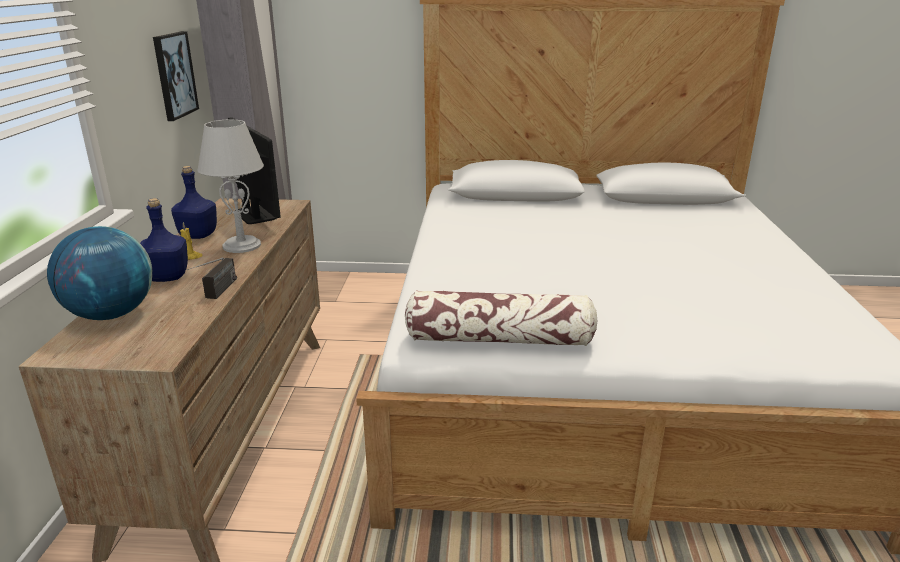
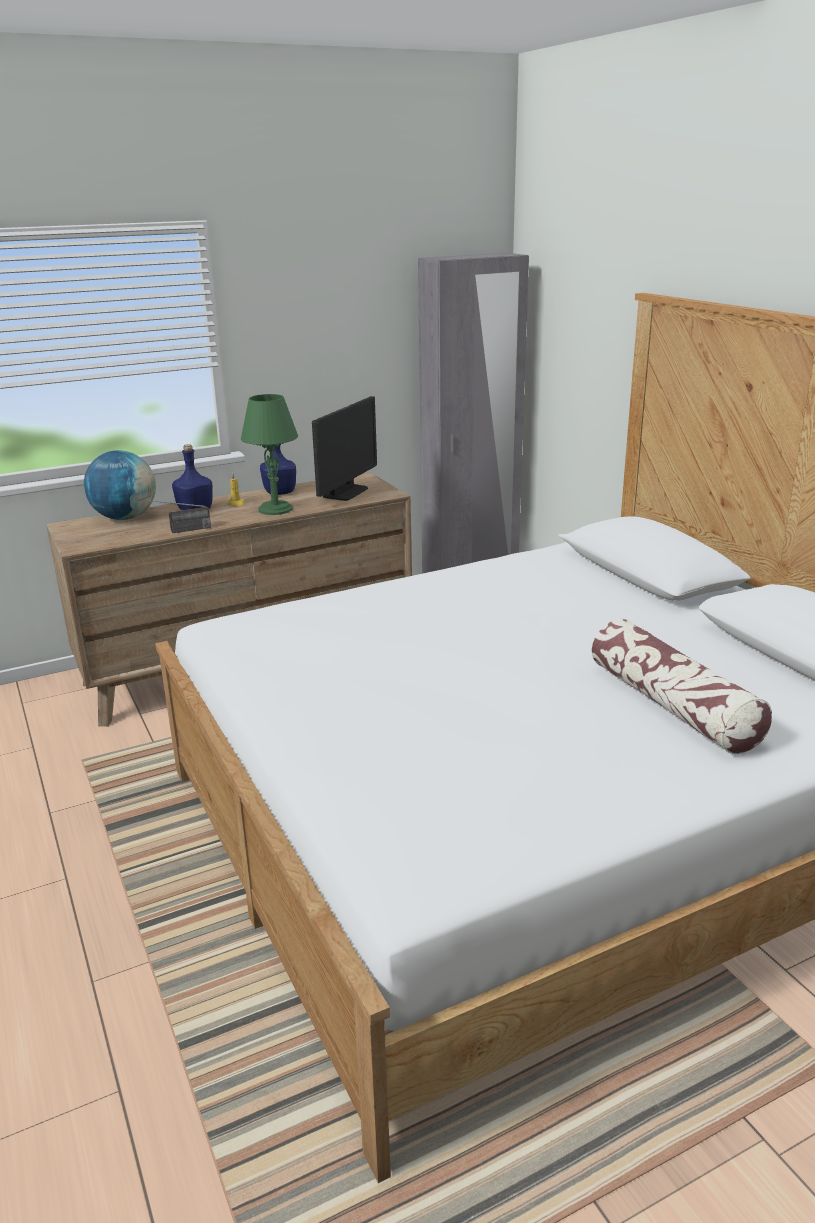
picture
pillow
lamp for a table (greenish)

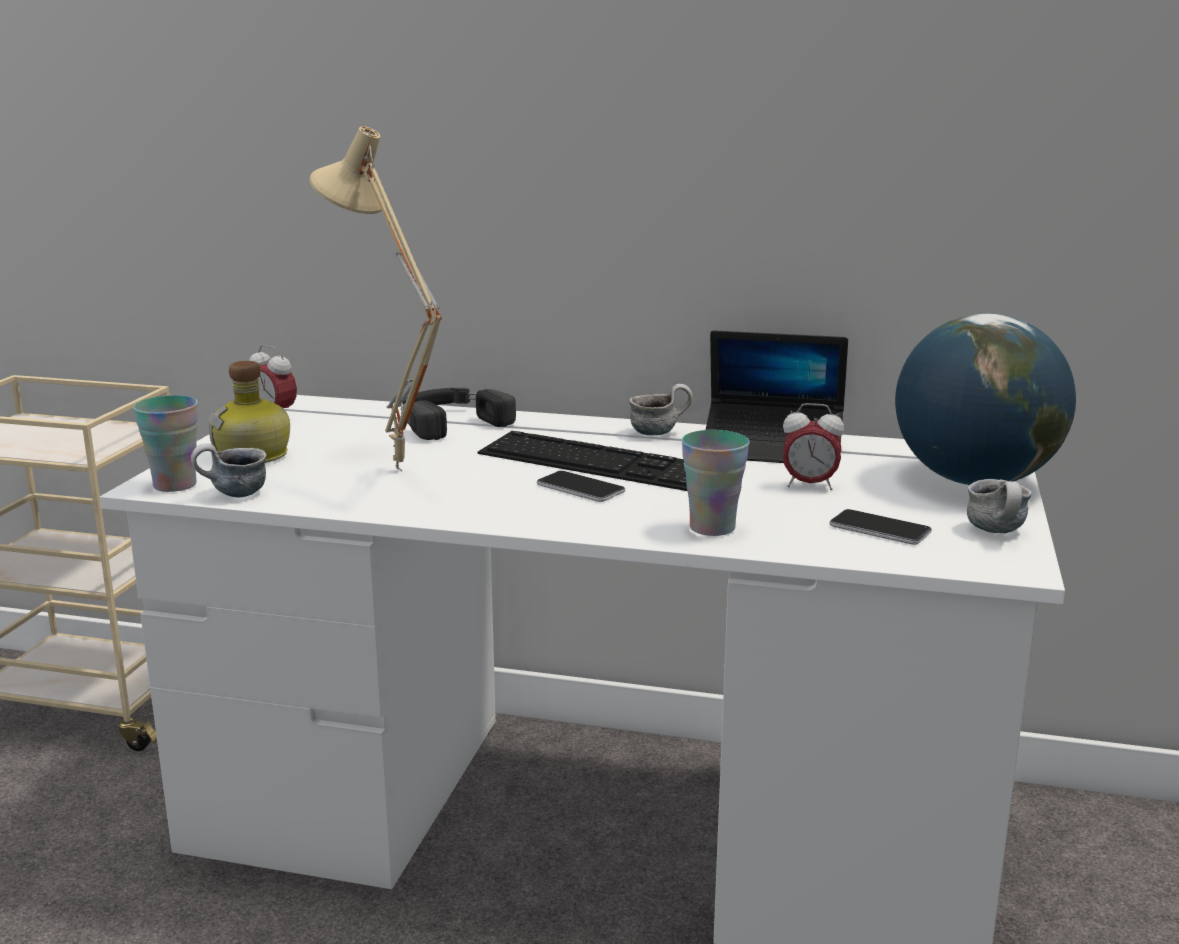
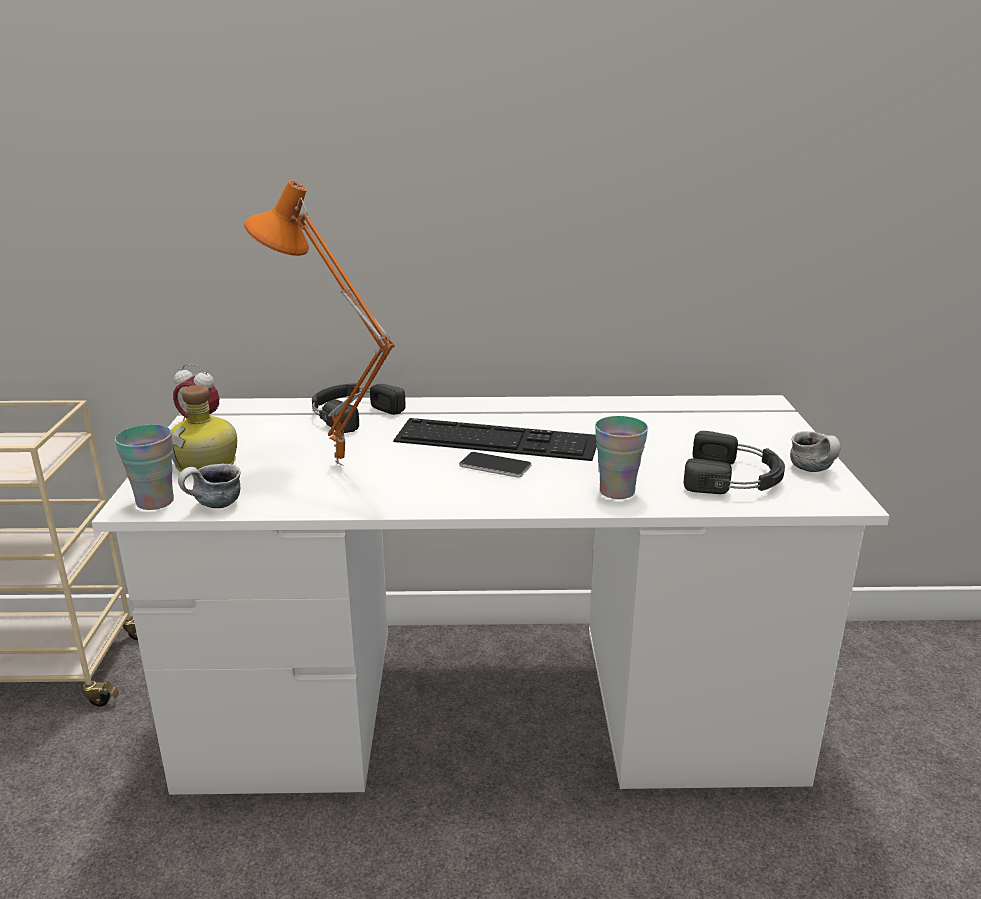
mug (2nd from left in the first image)
notebook computer
bedside clock (2nd from left in the first image)
desk globe
pair of headphones (black-coloured) (2nd from left)
lamp for a table (orange)

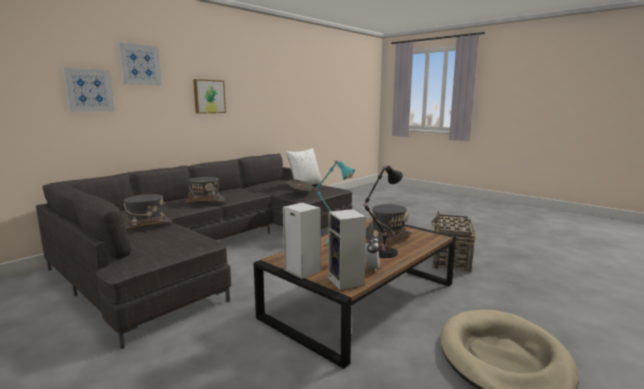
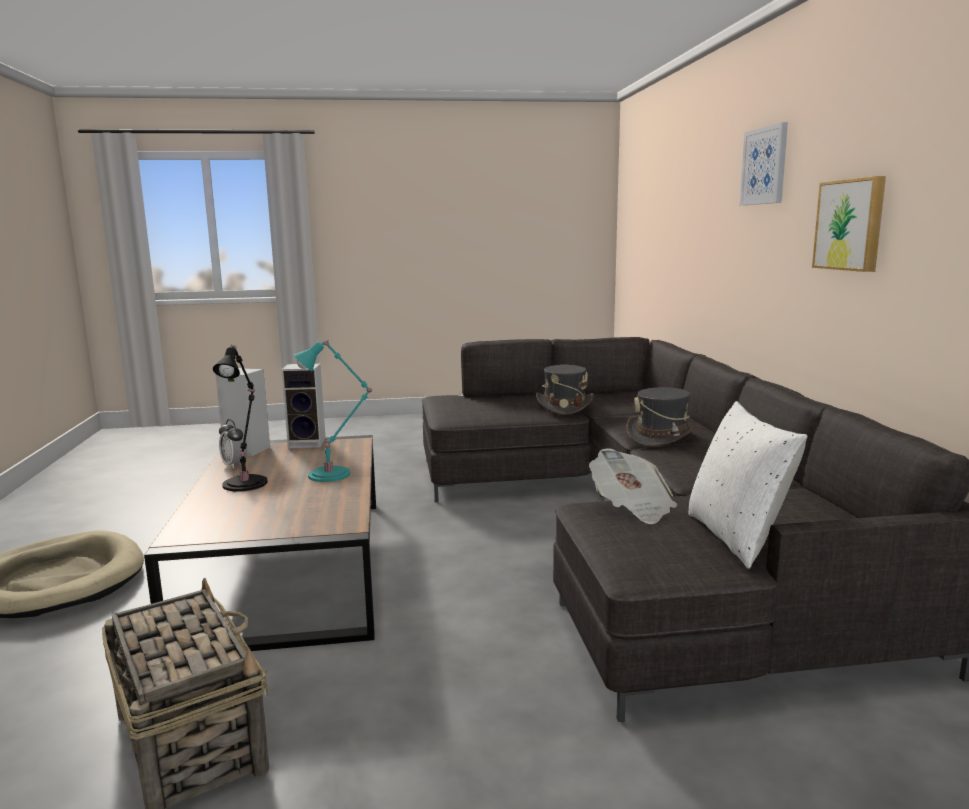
picture (1st from left in the first image)
clothing hat (greyish) (3rd from left in the first image)

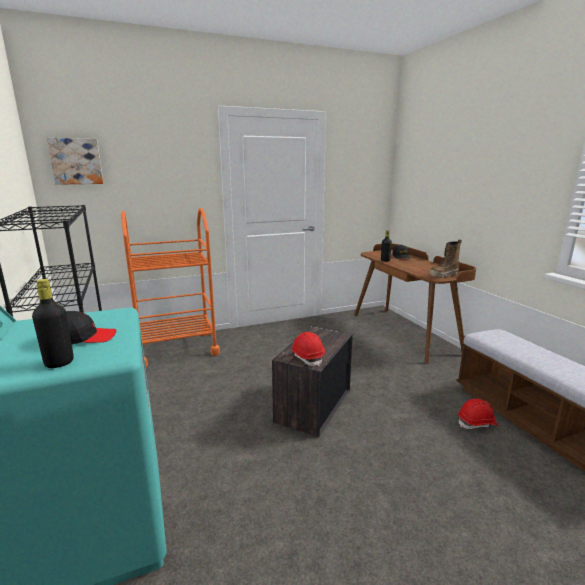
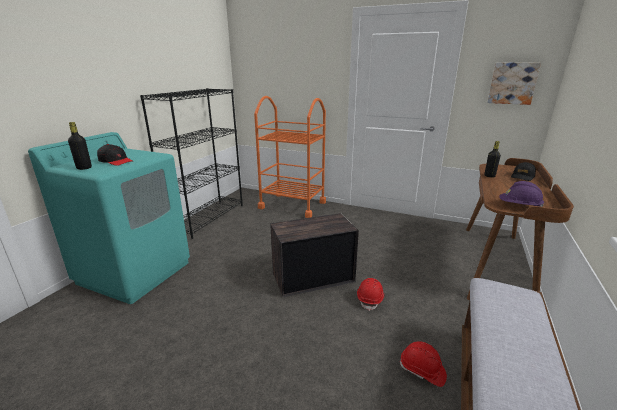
picture
work helmet (red) (1st from left)
work helmet (purplish)

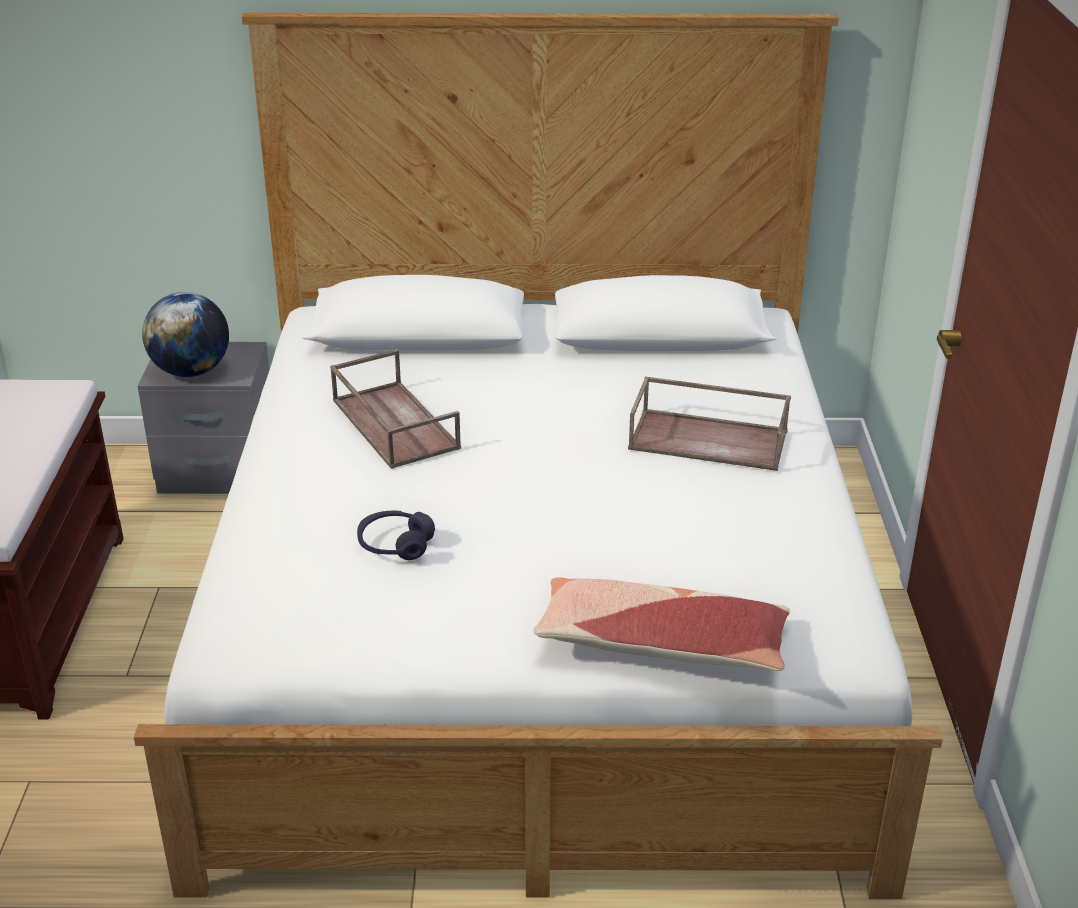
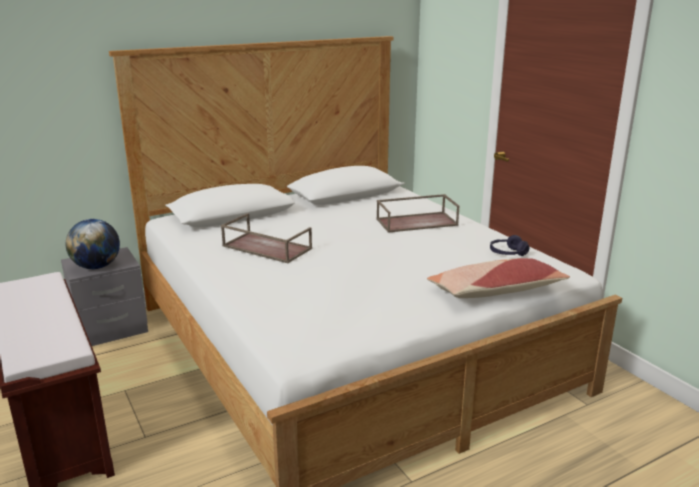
pair of headphones (purplish)

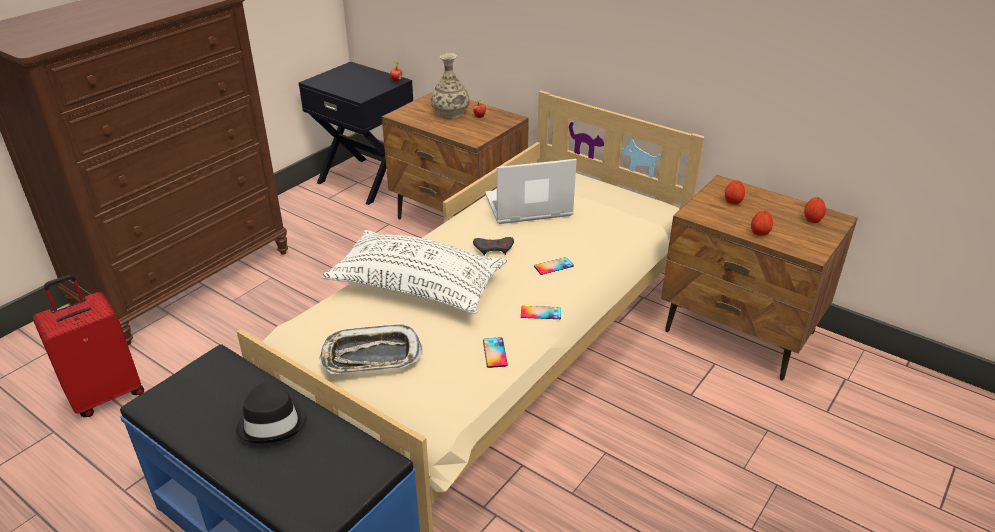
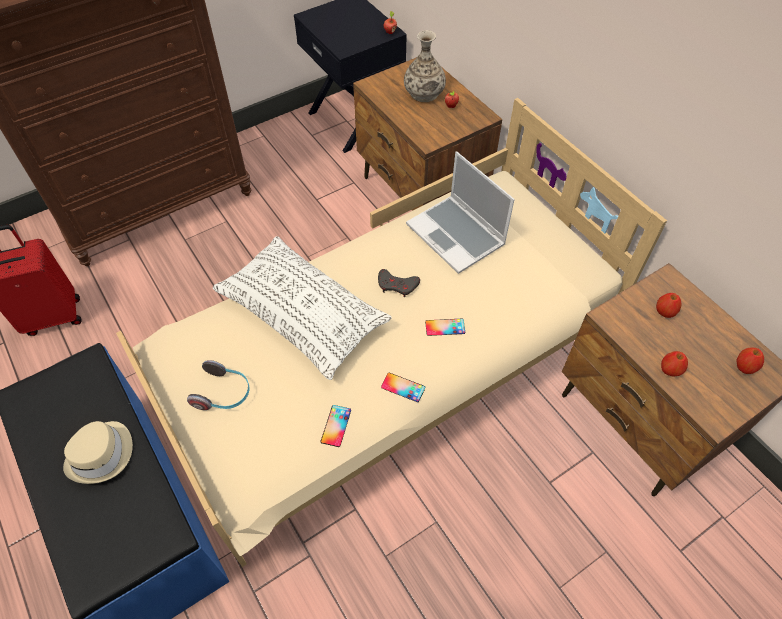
pair of headphones
clothing hat (sand-coloured)
notebook computer

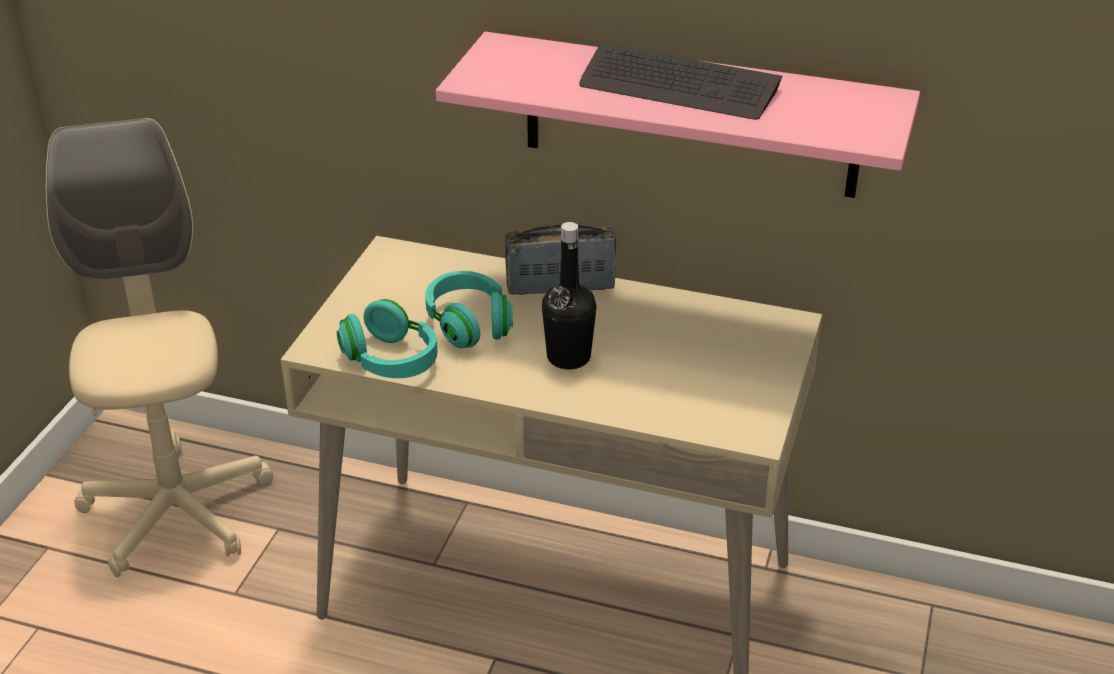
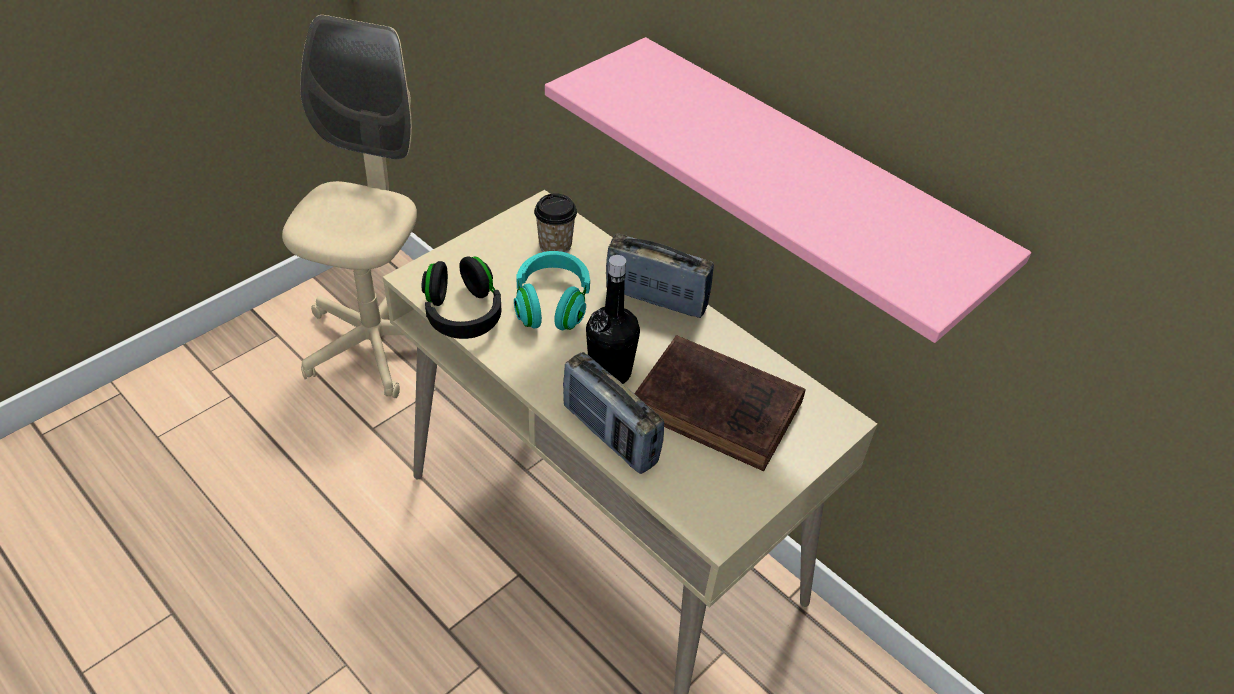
keyboard
small cup
radio set (1st from left)
book (brown)
pair of headphones (black-coloured)

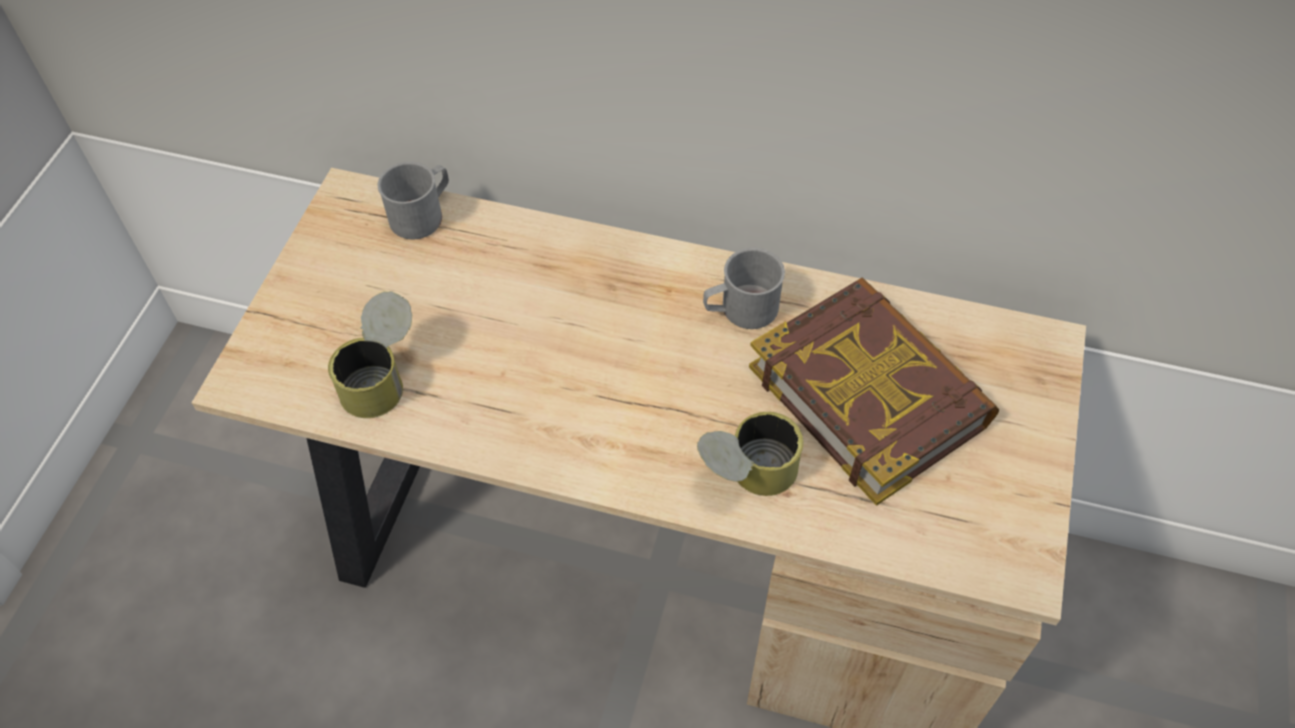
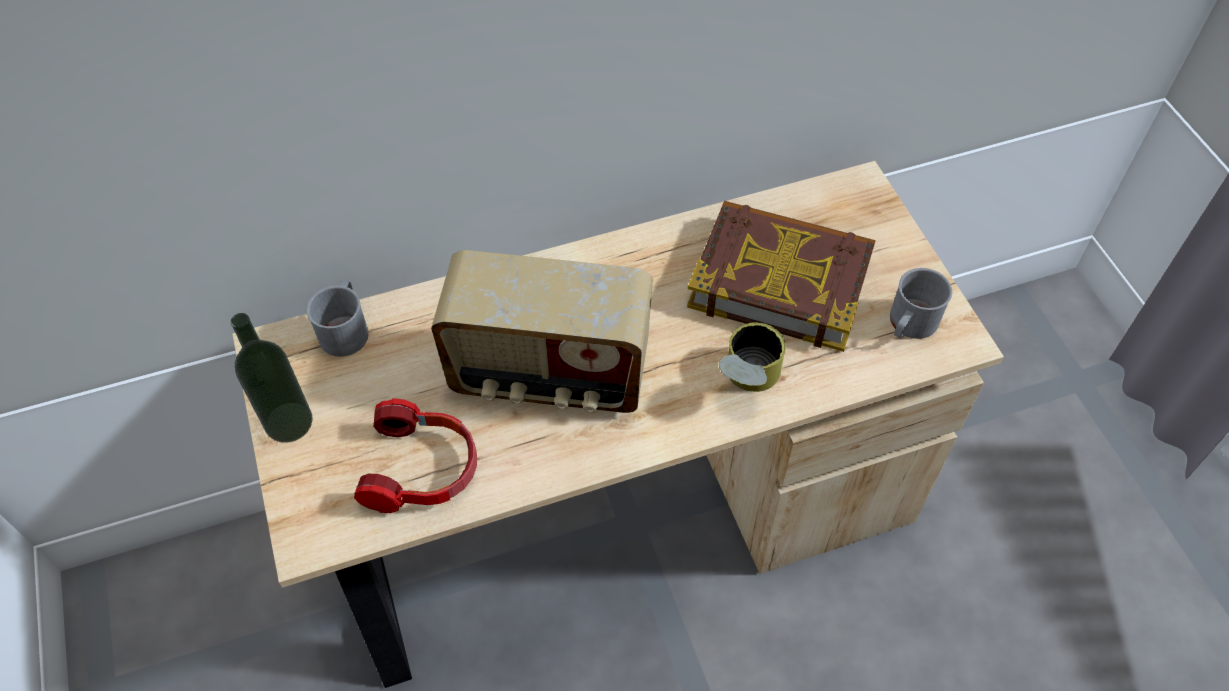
bottle
radio set
mug (greyish) (2nd from left)
pair of headphones

